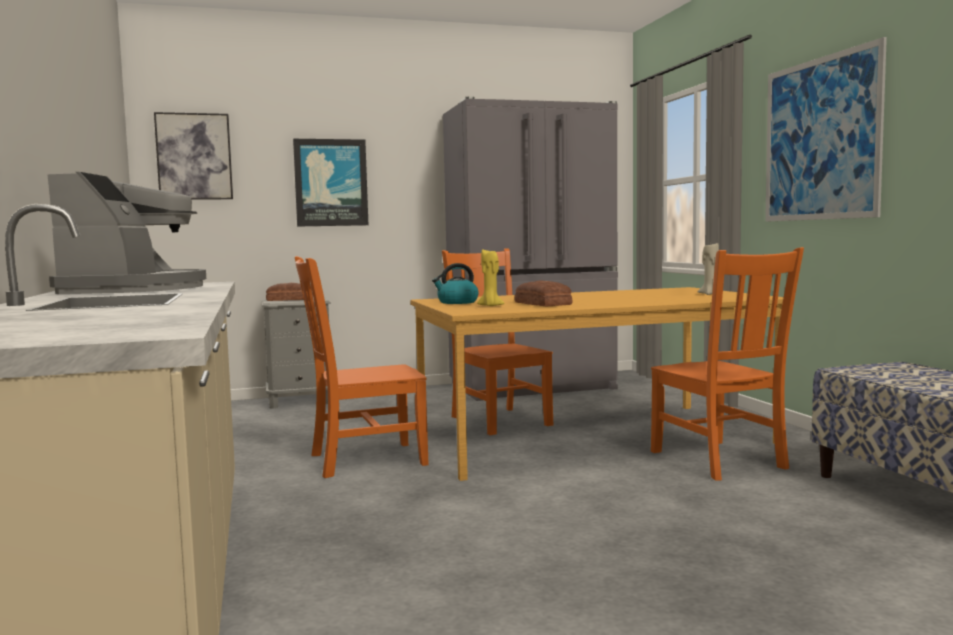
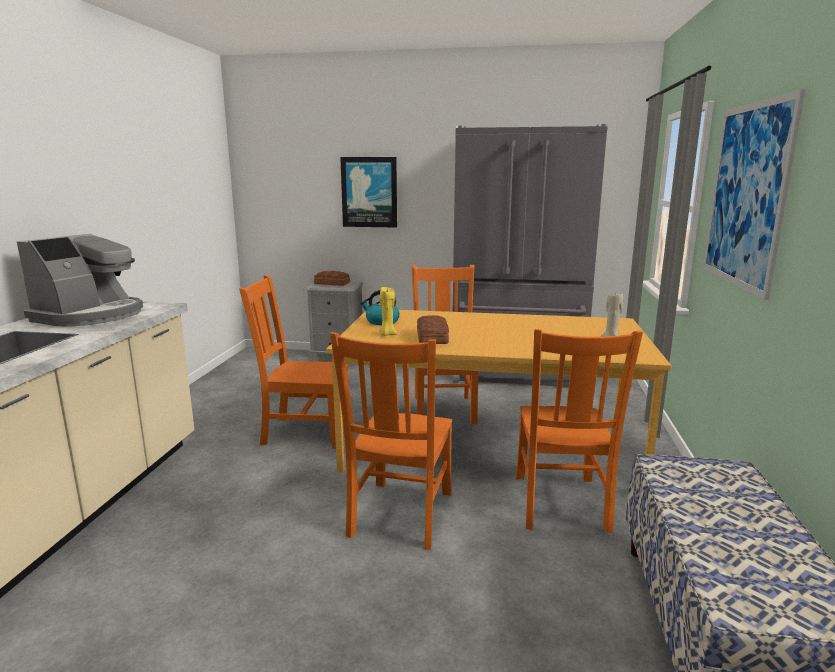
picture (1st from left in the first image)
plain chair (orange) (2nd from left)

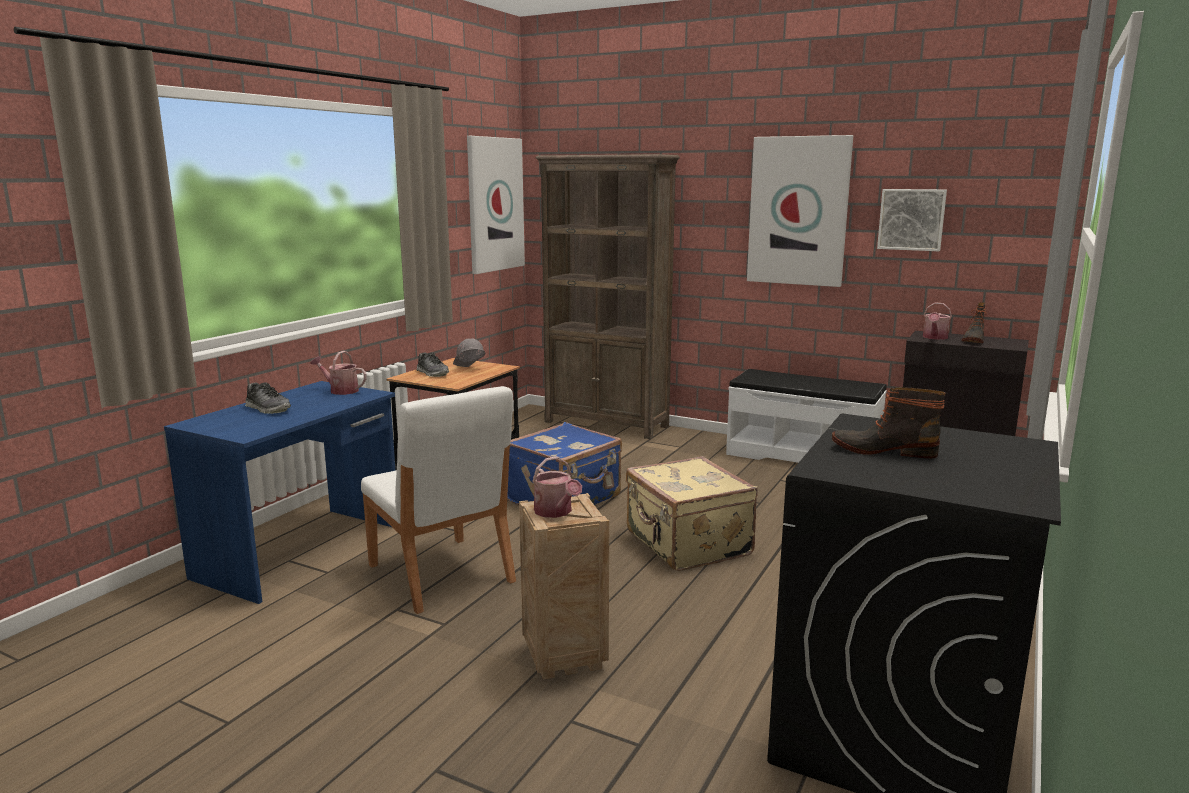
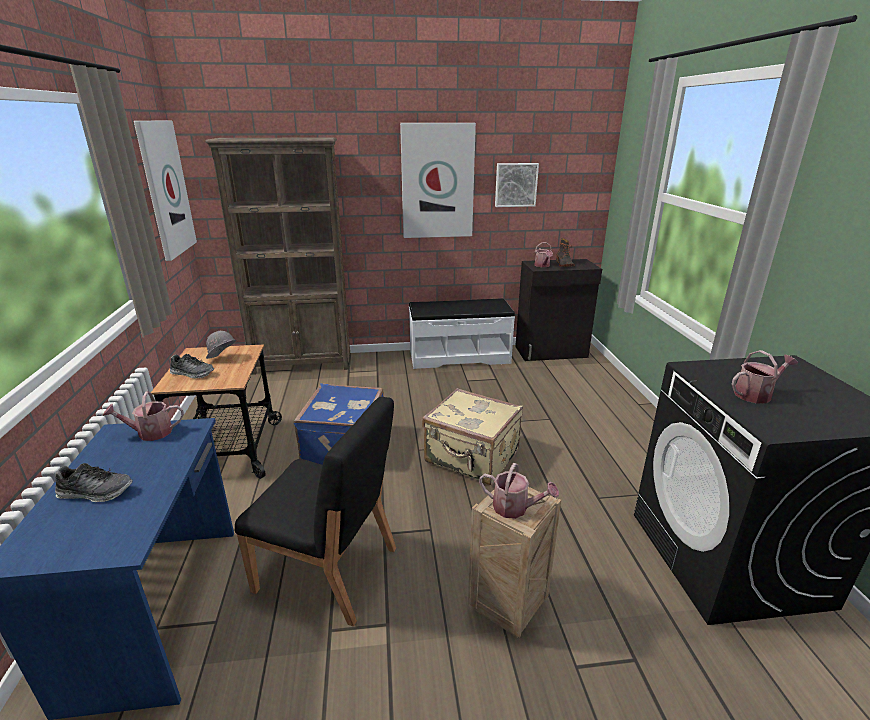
sprinkling can (4th from left)
plain chair (black-coloured)

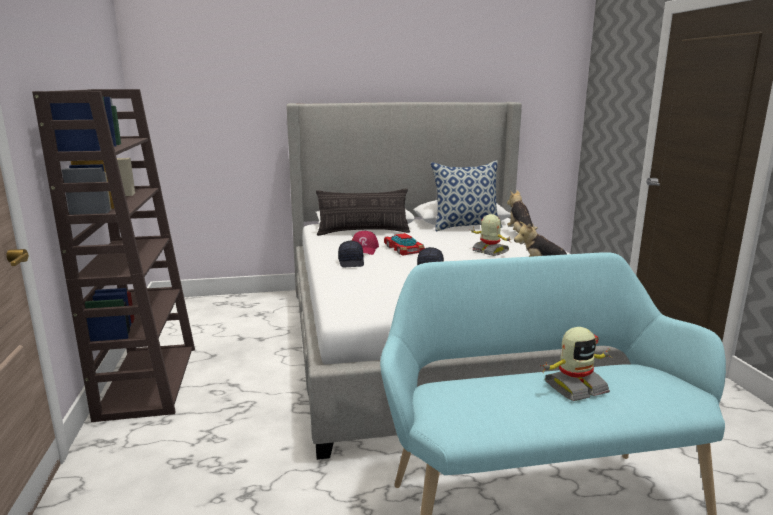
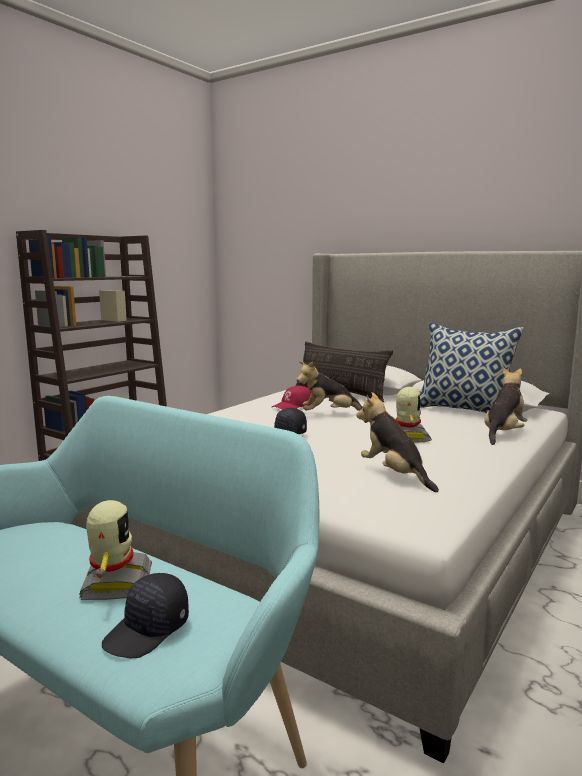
peaked cap (black-coloured) (1st from left)
cuddly toy (1st from left)
robot figure (1st from left)

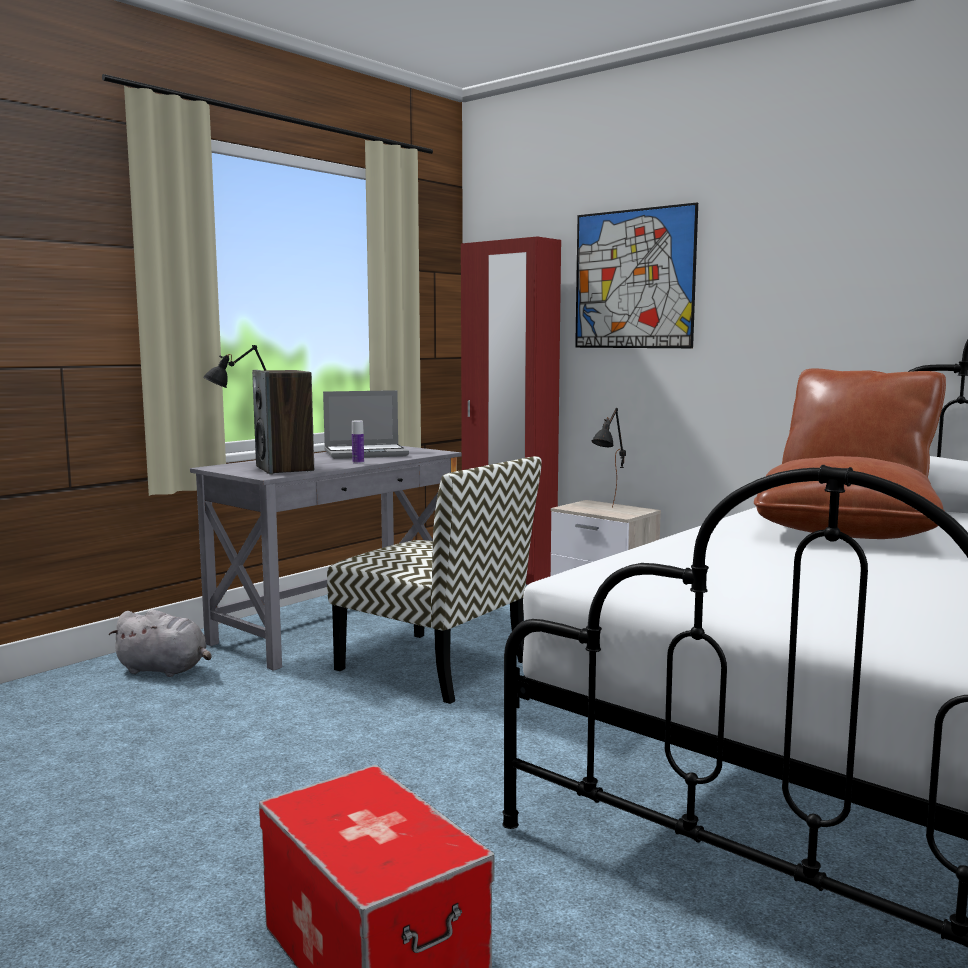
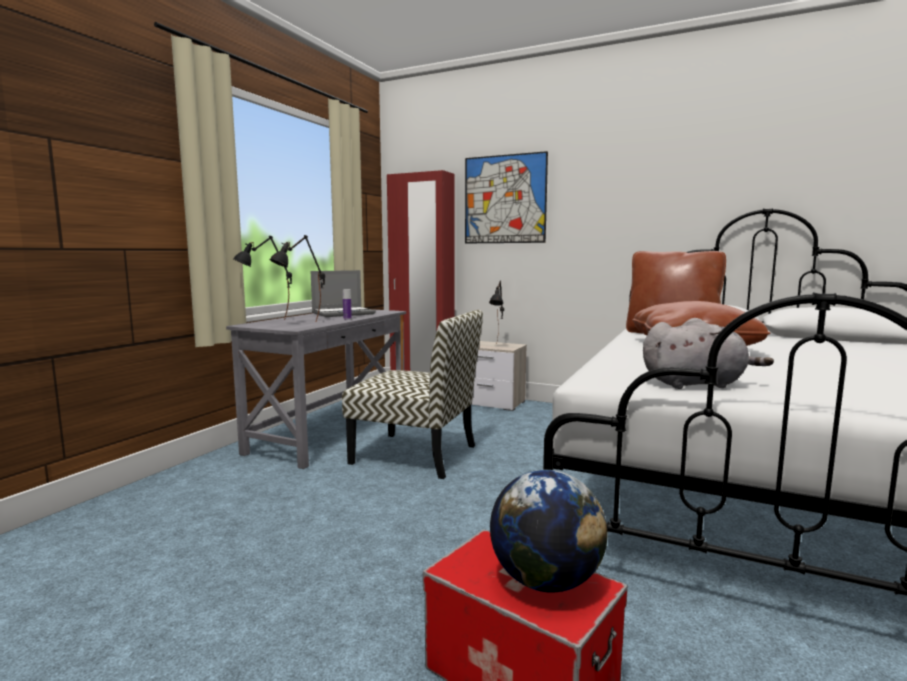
desk globe
cuddly toy (greyish)
lamp for a table (black-coloured) (2nd from left)

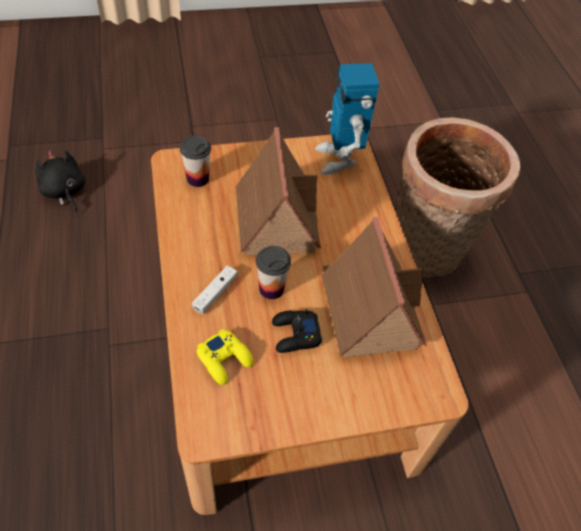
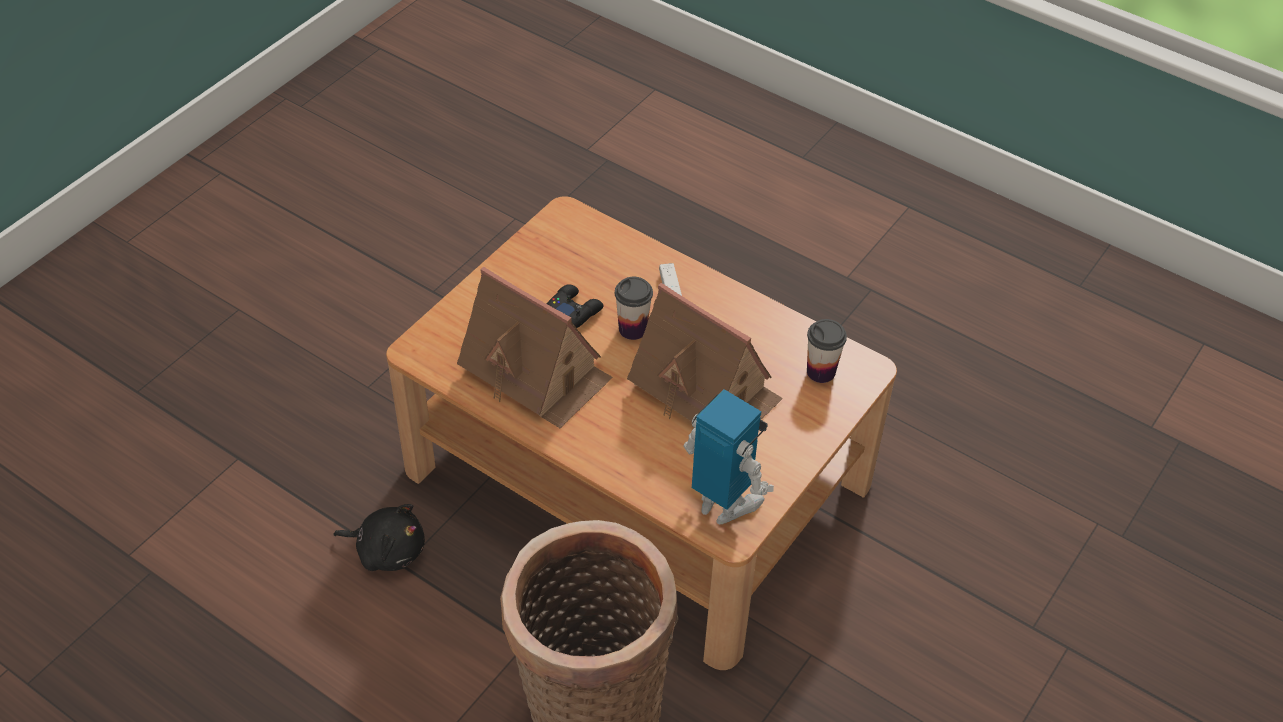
game controller (yellow-coloured)
cuddly toy (black-coloured)

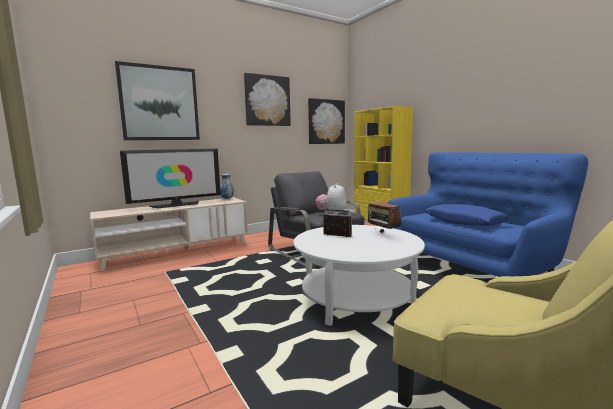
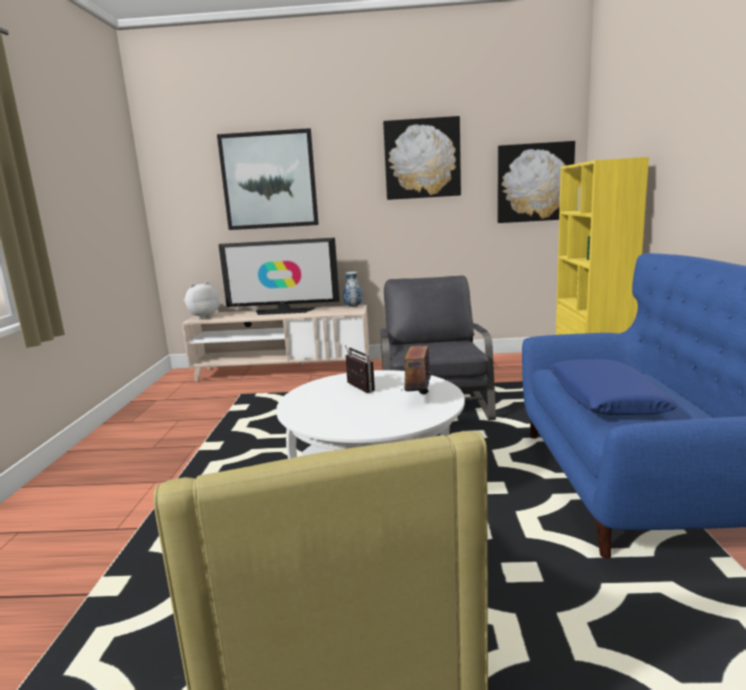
cuddly toy

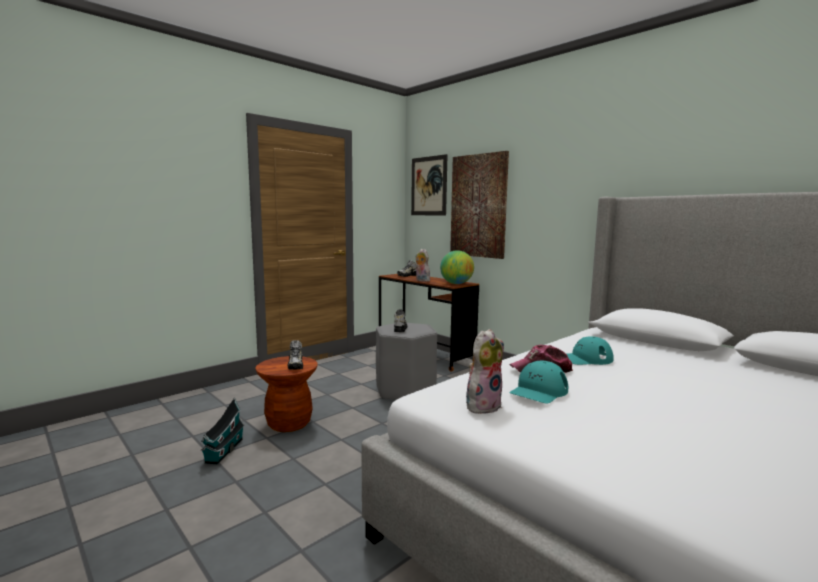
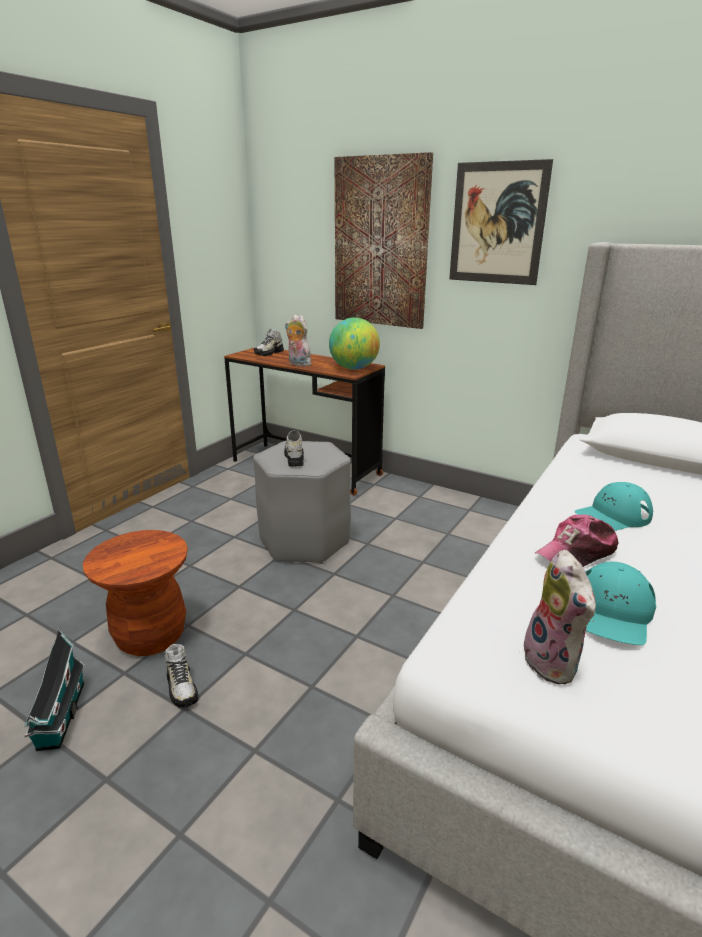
shoe (1st from left)
picture (2nd from left)
cuddly toy (2nd from left)

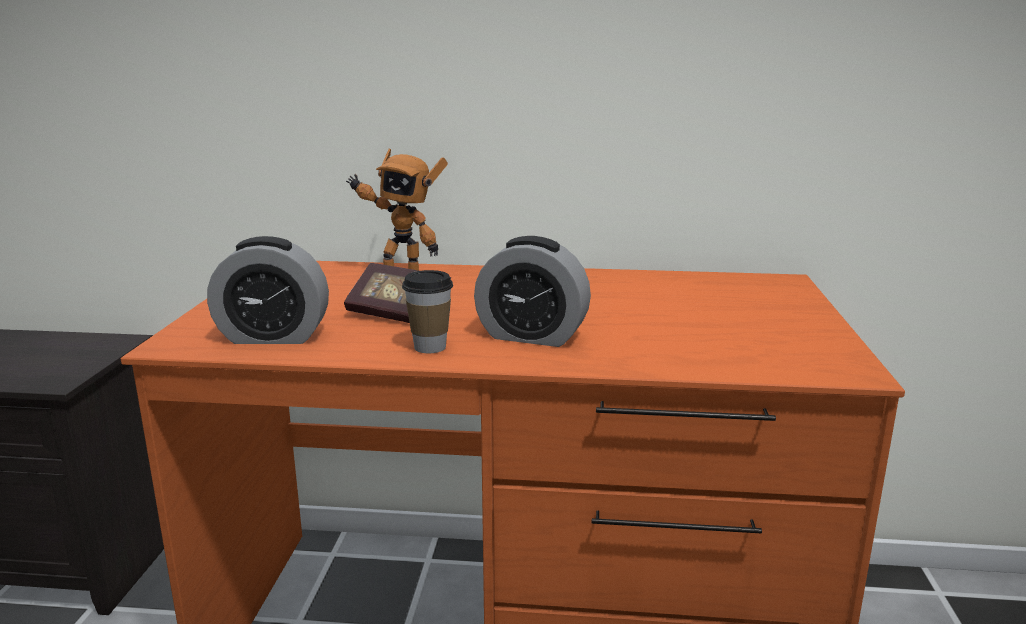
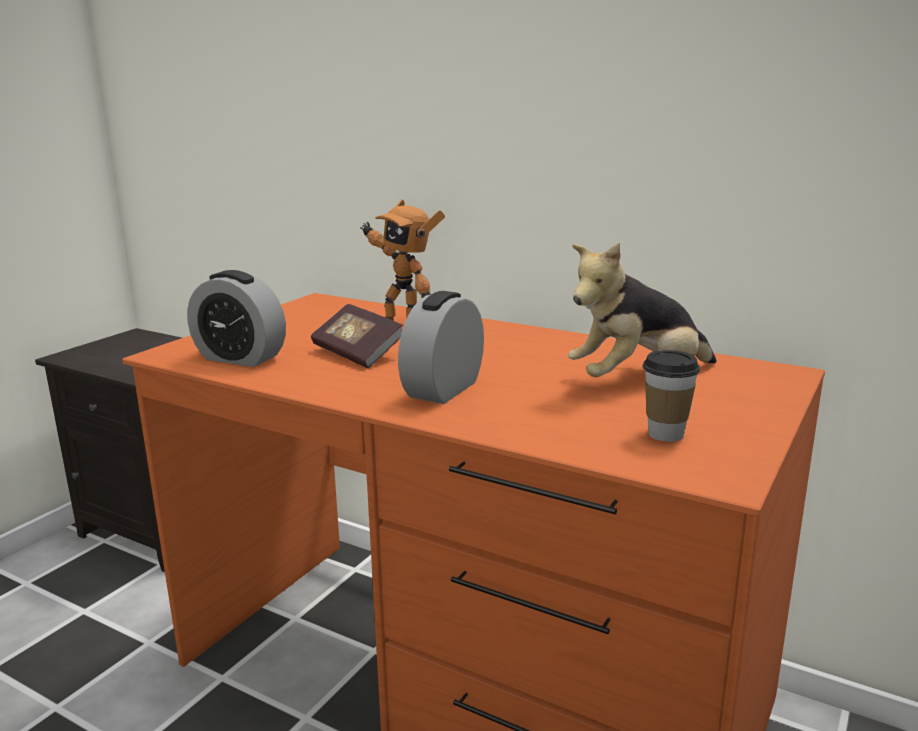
cuddly toy
small cup
bedside clock (2nd from left)

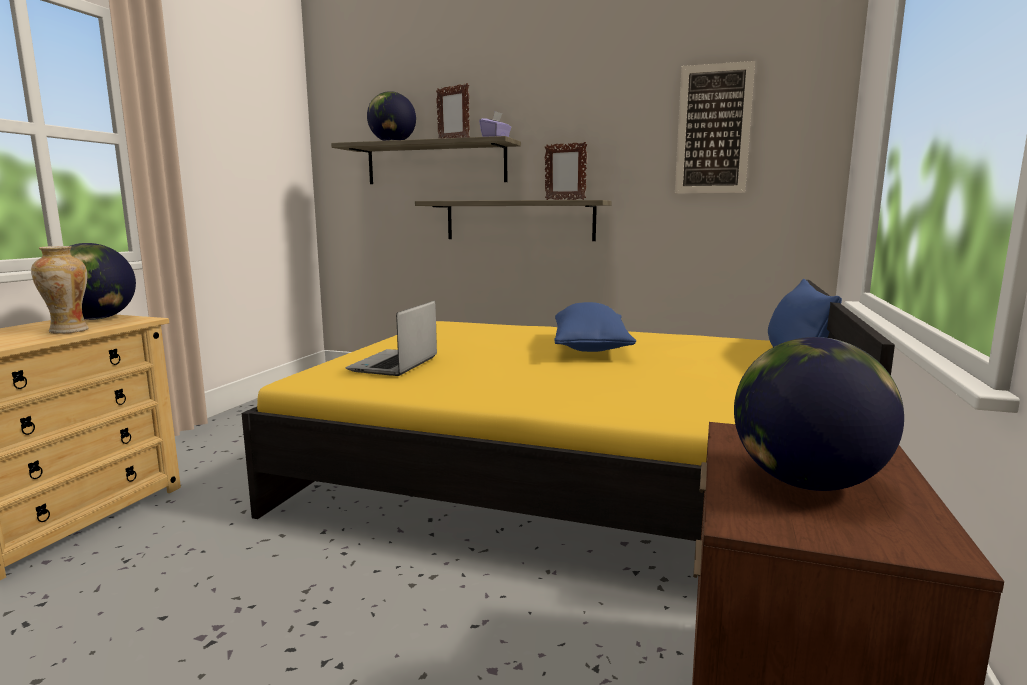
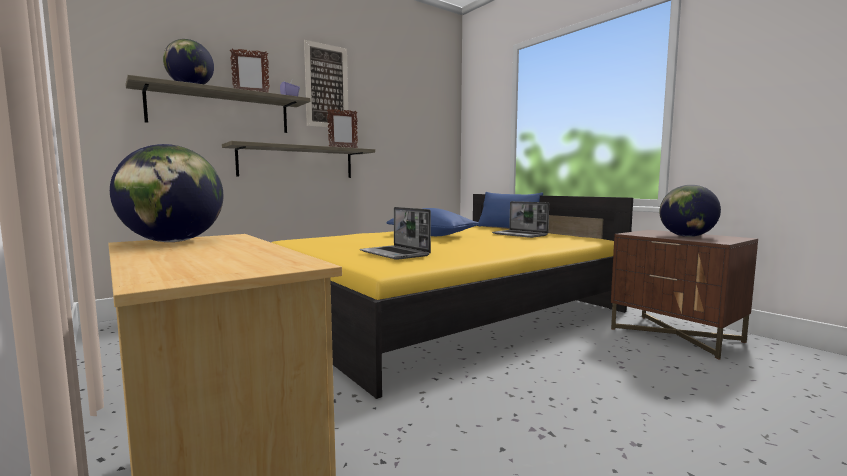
flower vase
notebook computer (2nd from left)
picture

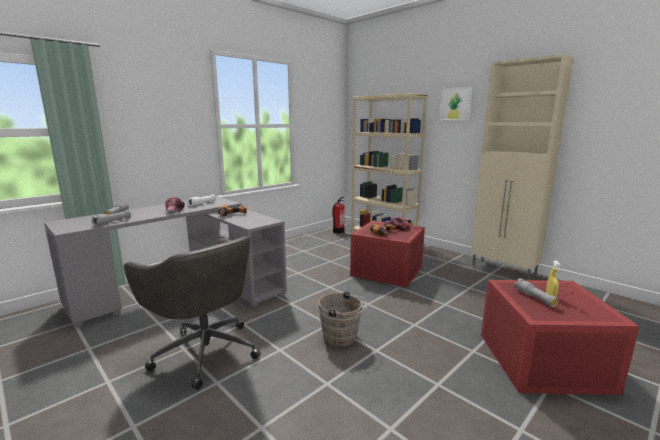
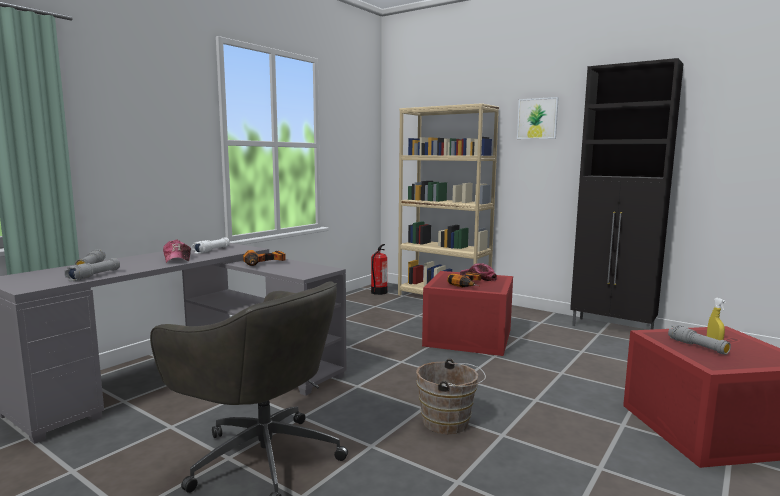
storage cabinet (black-coloured)

